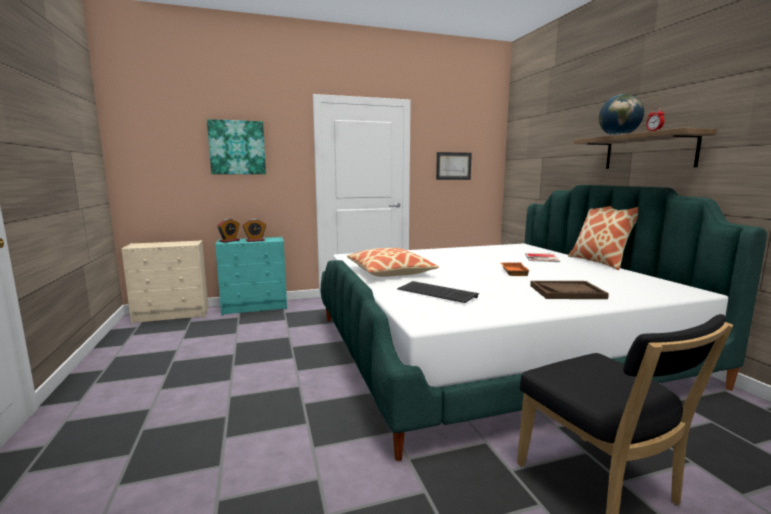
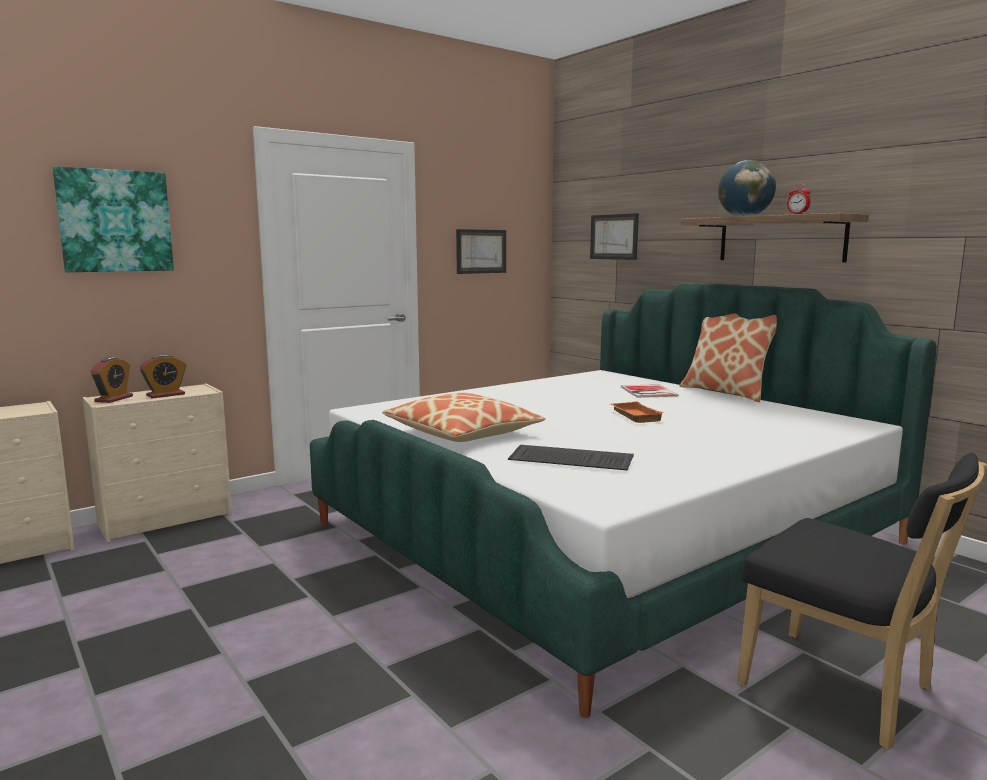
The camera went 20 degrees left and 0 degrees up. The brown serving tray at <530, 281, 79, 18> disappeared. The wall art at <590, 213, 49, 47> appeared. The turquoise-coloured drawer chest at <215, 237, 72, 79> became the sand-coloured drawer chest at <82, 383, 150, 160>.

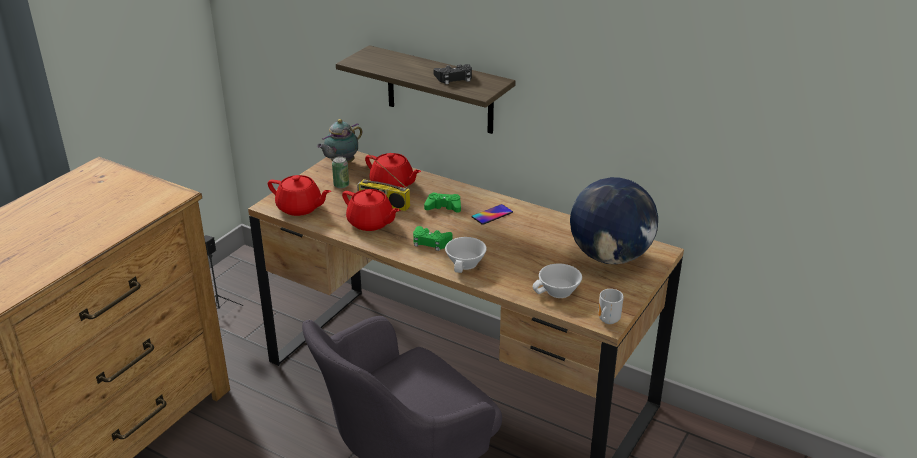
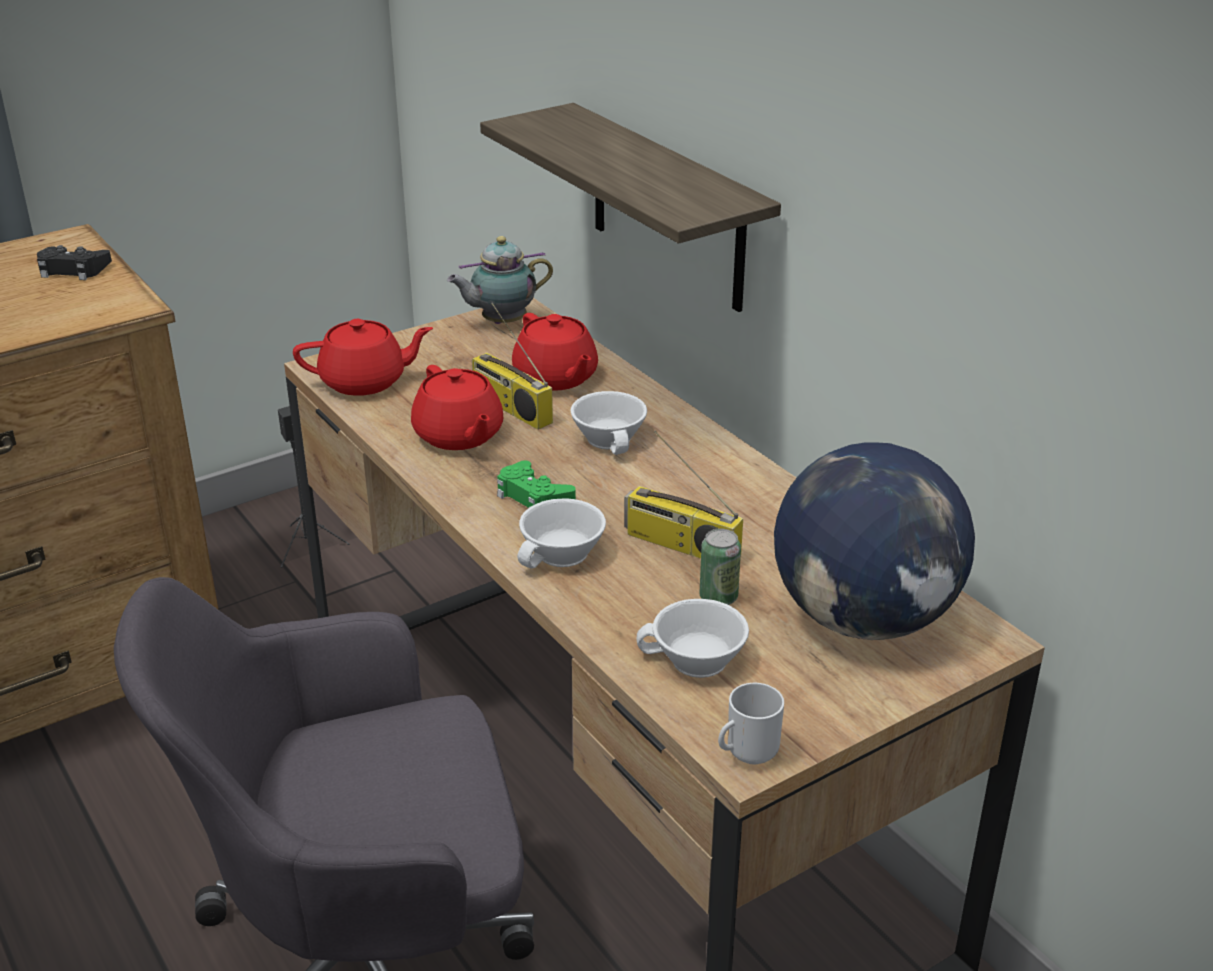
The camera went 25 degrees right and 0 degrees up. The phone at <472, 204, 41, 21> disappeared. The radio receiver at <624, 430, 119, 129> appeared. The metal can moved from <332, 156, 17, 33> to <699, 528, 42, 77>. The black gamepad moved from <434, 64, 38, 21> to <37, 245, 75, 35>. The green-coloured gamepad at <424, 193, 37, 20> was replaced by the white cup at <571, 391, 76, 64>. The red pot for tea at <268, 175, 63, 41> turned 60 degrees counterclockwise.

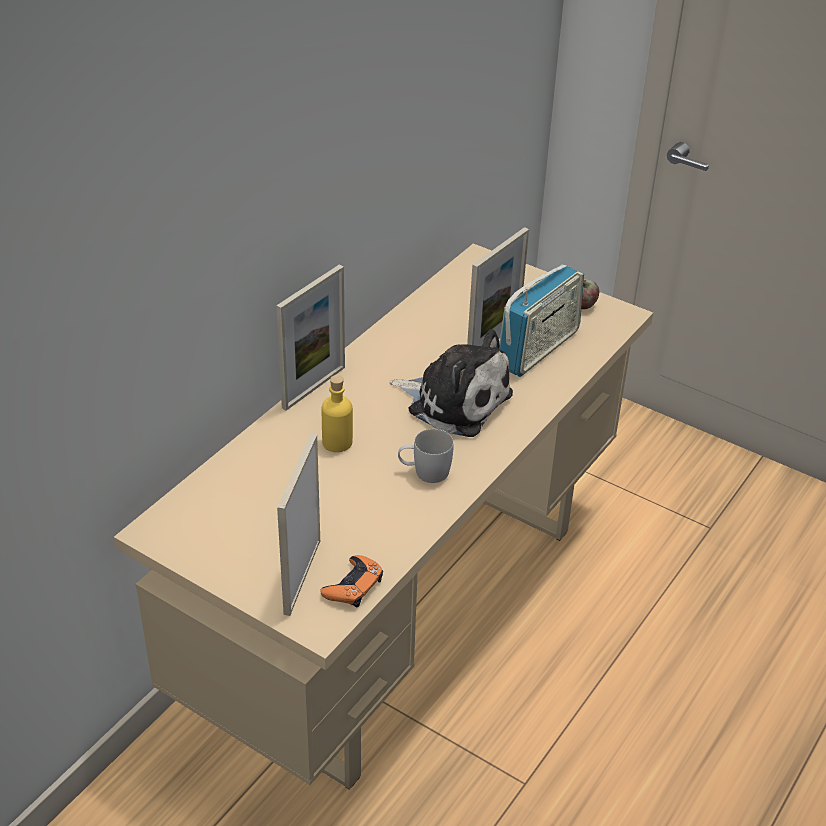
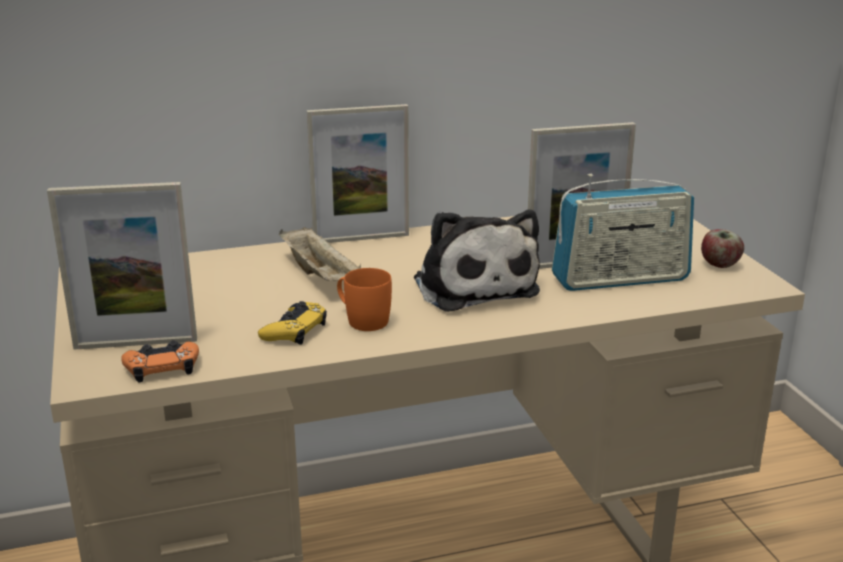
The camera went 40 degrees right and 15 degrees down. The yellowish gamepad at <258, 301, 69, 44> appeared. The yellowish bottle at <322, 375, 31, 77> was replaced by the sand-coloured serving tray at <279, 227, 82, 54>. The white tea mug at <398, 429, 56, 54> became the orange-coloured tea mug at <337, 268, 55, 63>. The picture frame at <277, 433, 43, 183> turned 150 degrees counterclockwise.

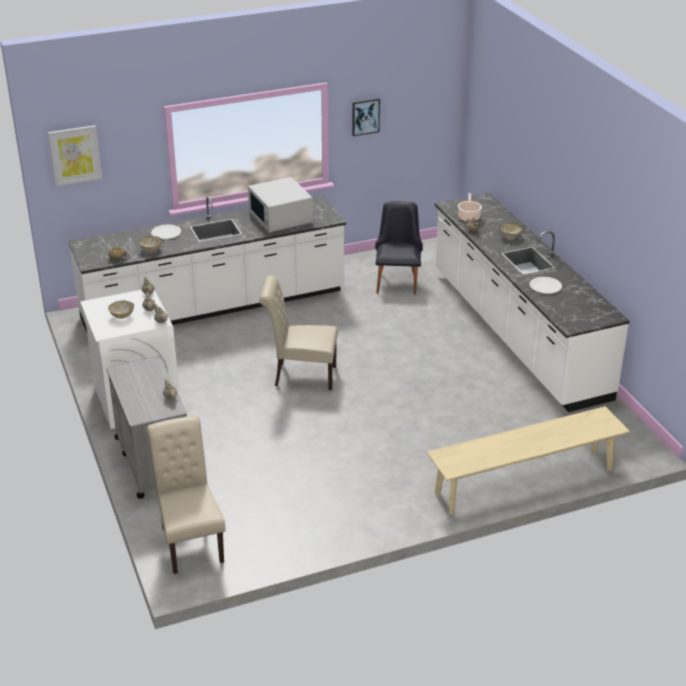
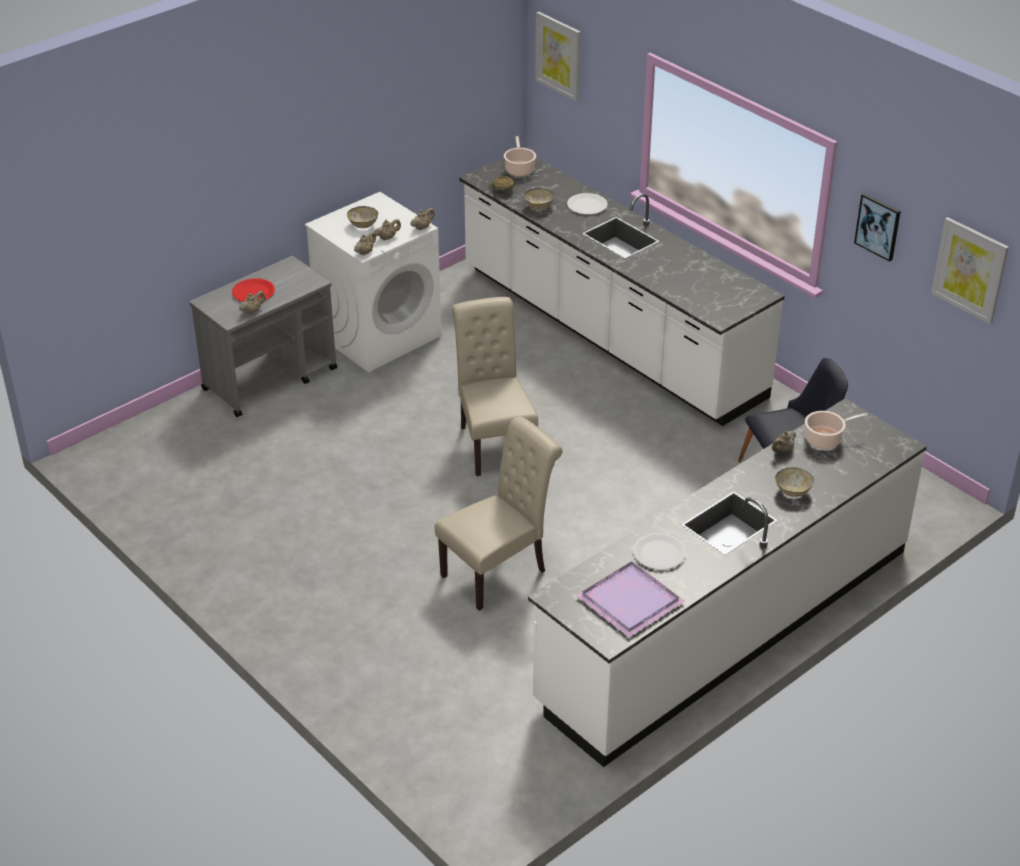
The camera went 70 degrees right and 5 degrees up. The white microwave oven at <248, 177, 65, 56> disappeared. The sand-coloured long seat at <427, 406, 203, 109> disappeared. The red plate at <232, 278, 43, 24> appeared. The saucepot at <504, 136, 32, 41> appeared. The purplish serving tray at <576, 561, 109, 76> appeared. The wall art at <931, 217, 78, 107> appeared. The sand-coloured plain chair moved from <147, 416, 79, 158> to <435, 416, 127, 195>.

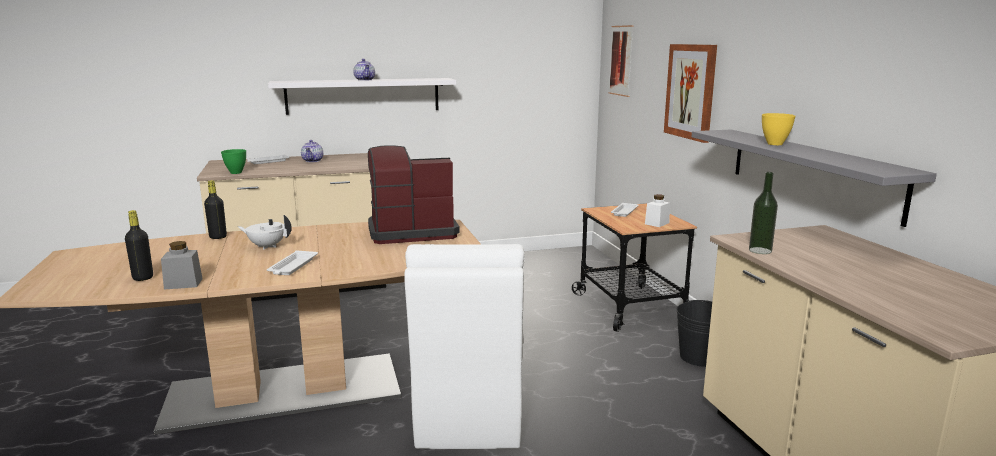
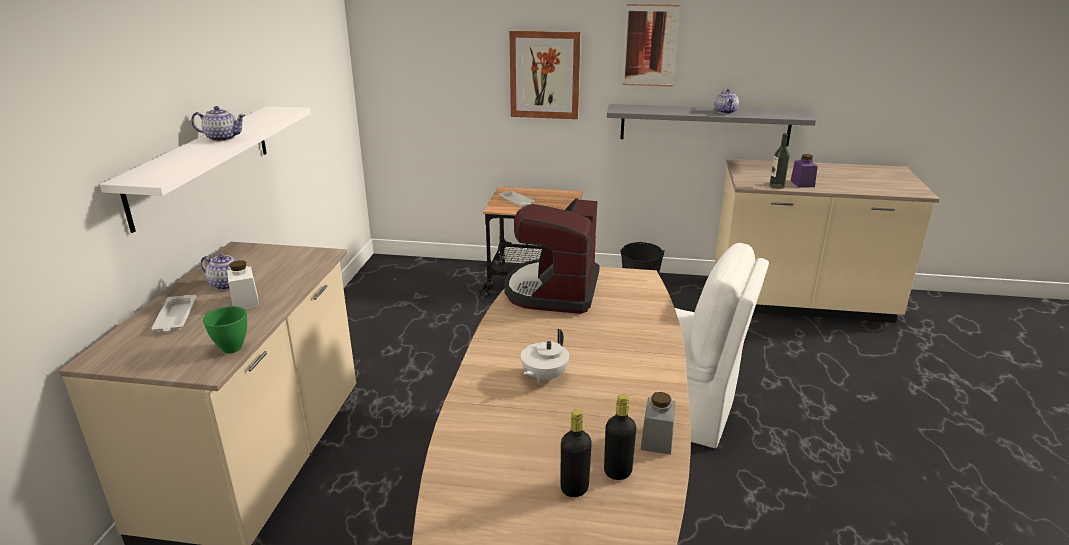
The camera went 65 degrees left and 10 degrees up. The white serving tray at <267, 250, 51, 25> disappeared. The yellowish serving bowl at <762, 113, 33, 32> disappeared. The pot for tea at <714, 89, 25, 25> appeared. The purplish storage jar at <791, 154, 27, 34> appeared. The black bottle moved from <204, 180, 23, 59> to <561, 409, 31, 88>. The wall art moved from <609, 25, 24, 72> to <622, 4, 58, 83>. The white storage jar moved from <645, 194, 25, 33> to <227, 260, 32, 49>.

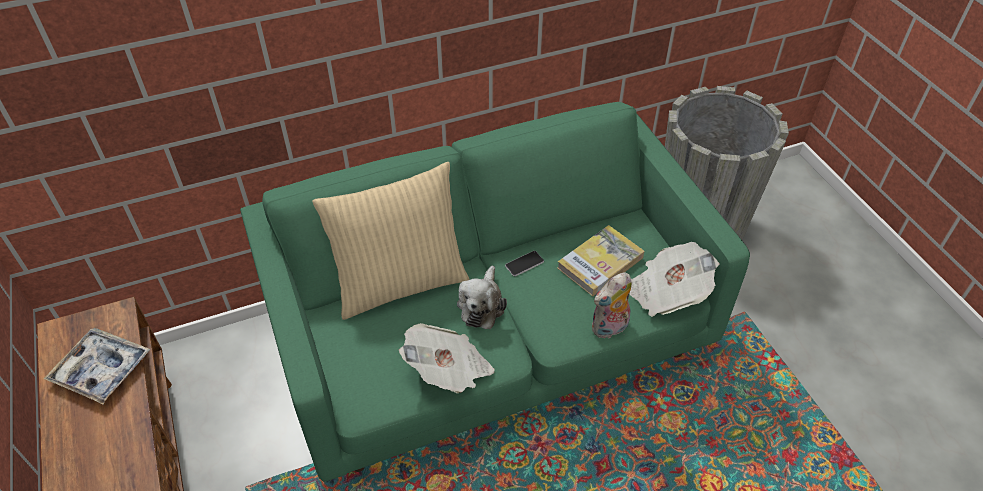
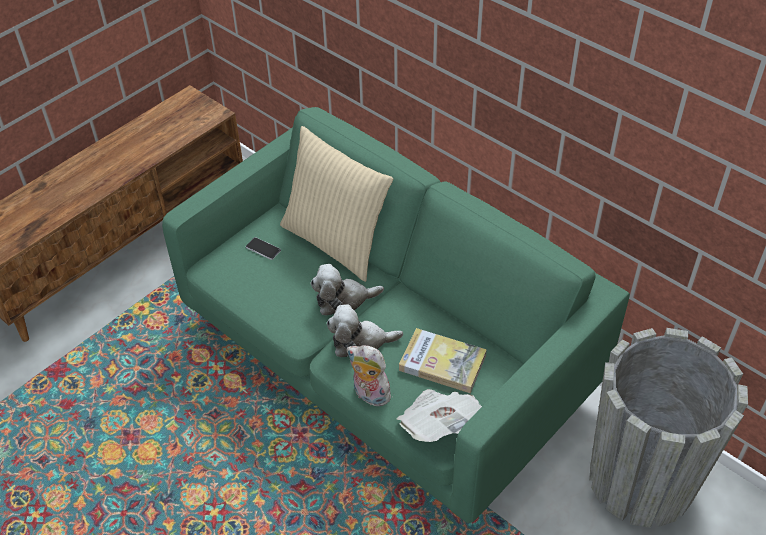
The camera went 65 degrees right and 0 degrees up. The serving tray at <44, 328, 106, 76> disappeared. The newspaper at <399, 323, 95, 70> disappeared. The soft toy at <327, 304, 76, 53> appeared. The phone moved from <505, 251, 39, 25> to <246, 237, 35, 23>.

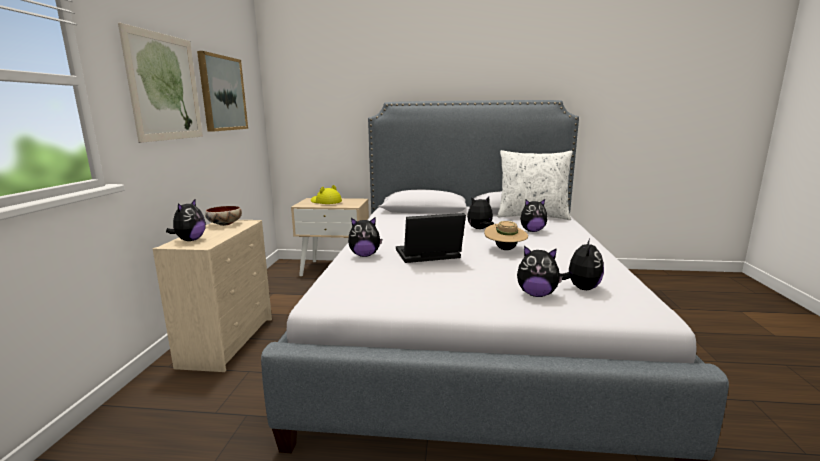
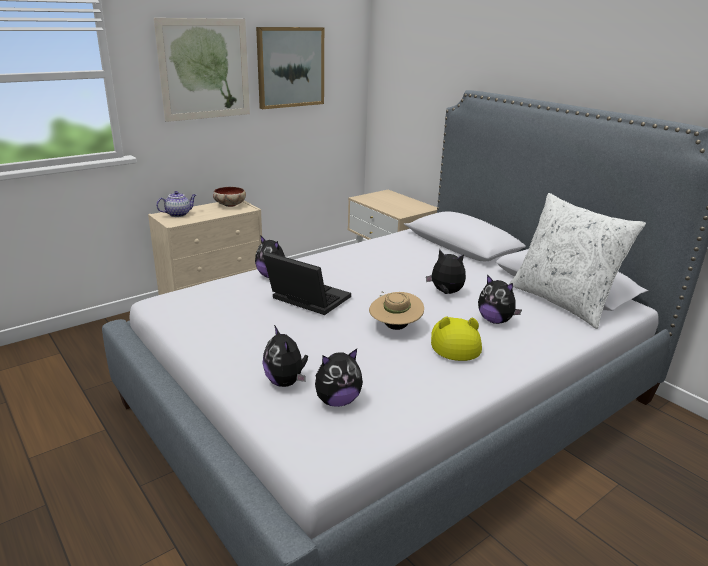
The camera went 45 degrees right and 10 degrees up. The yellowish clothing hat moved from <311, 185, 31, 19> to <431, 316, 51, 45>. The soft toy at <166, 198, 40, 43> was replaced by the pot for tea at <156, 191, 40, 26>.

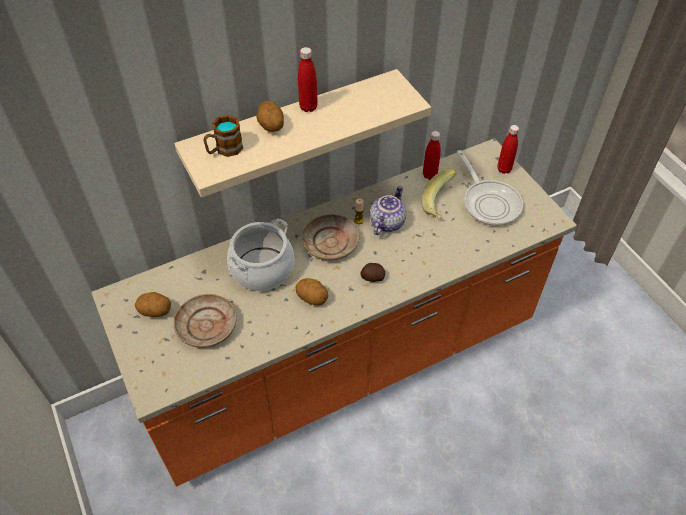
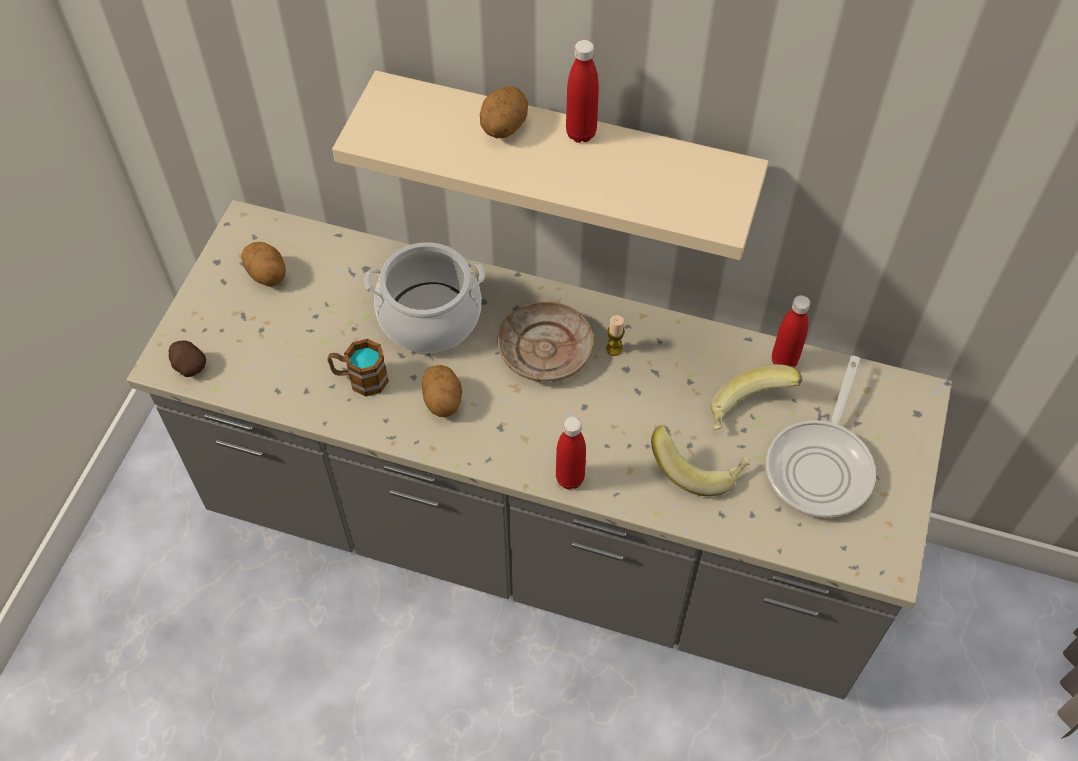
The camera went 45 degrees right and 5 degrees up. The sand-coloured plate at <173, 294, 64, 54> disappeared. The pot for tea at <370, 186, 36, 49> disappeared. The whole banana at <651, 426, 99, 70> appeared. The tea mug moved from <203, 115, 40, 42> to <327, 339, 62, 57>. The spud moved from <361, 263, 24, 19> to <169, 340, 37, 37>. The red bottle moved from <497, 125, 22, 49> to <556, 416, 30, 73>. The orange-coloured kitchen counter at <91, 138, 486, 349> became the greyish kitchen counter at <127, 200, 825, 499>.

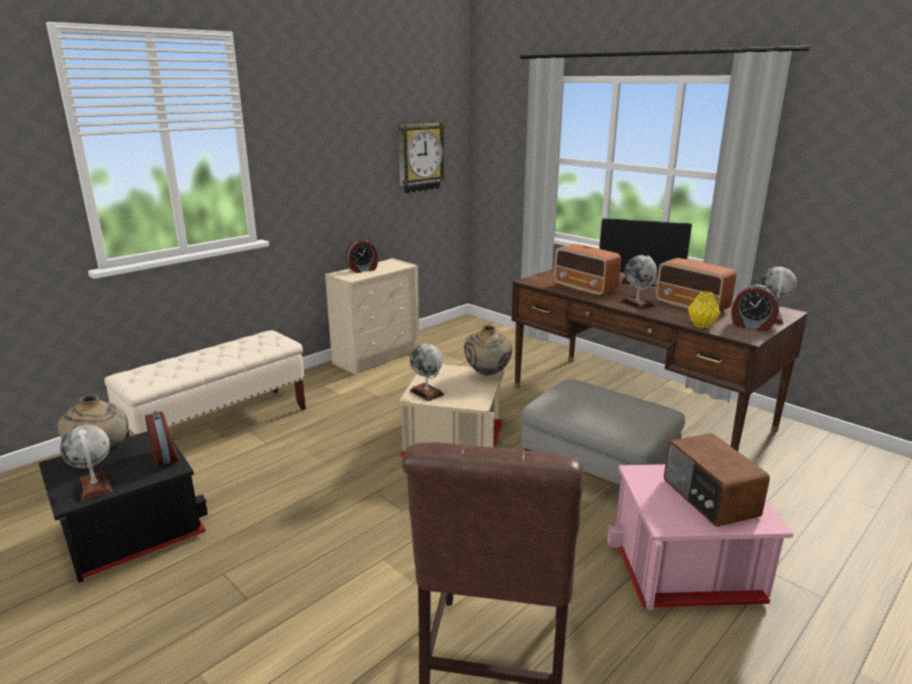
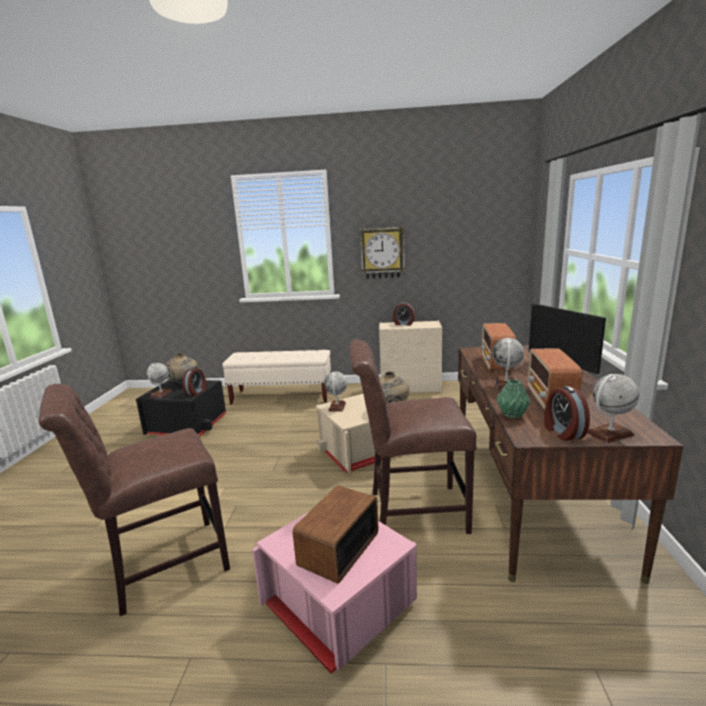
The camera went 50 degrees right and 5 degrees down. The clock on the wall moved from <398, 123, 48, 70> to <360, 227, 45, 52>. The greyish pouffe at <522, 379, 163, 108> was replaced by the brown plain chair at <349, 340, 127, 194>. The yellowish flower vase at <688, 291, 32, 37> became the green-coloured flower vase at <496, 380, 34, 39>.

